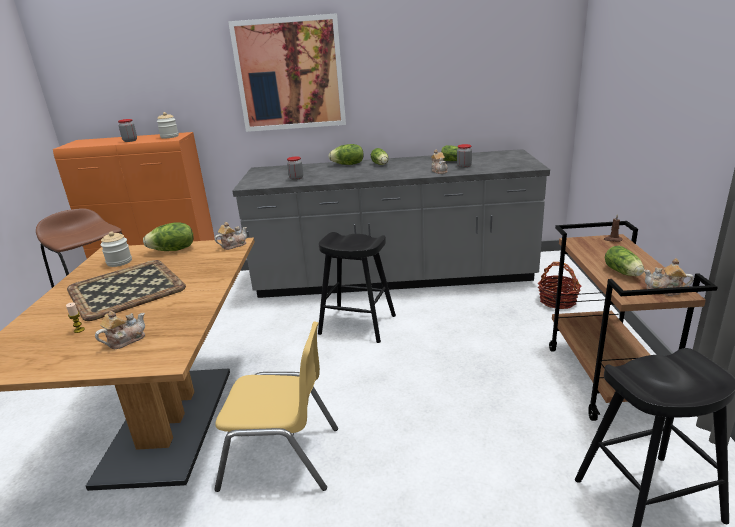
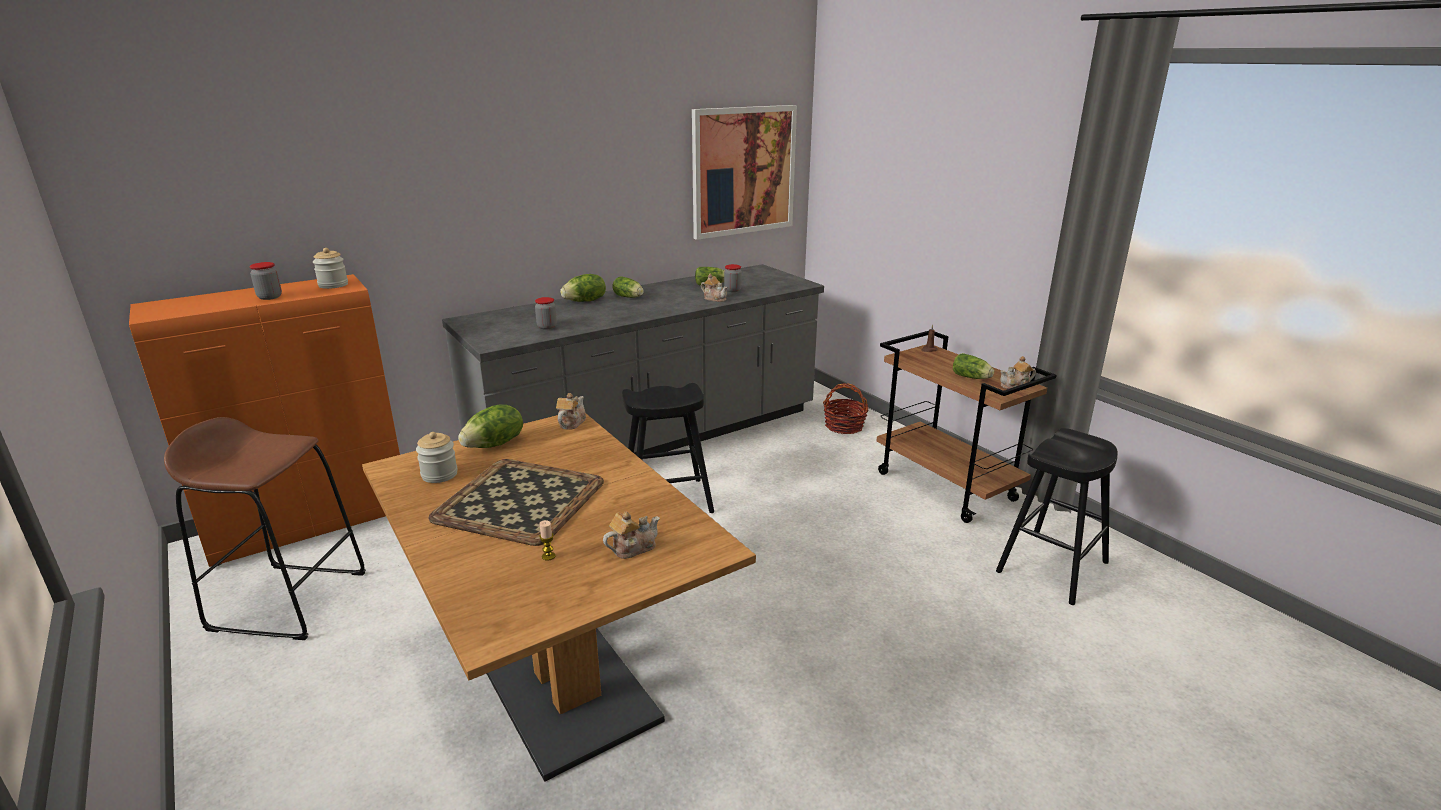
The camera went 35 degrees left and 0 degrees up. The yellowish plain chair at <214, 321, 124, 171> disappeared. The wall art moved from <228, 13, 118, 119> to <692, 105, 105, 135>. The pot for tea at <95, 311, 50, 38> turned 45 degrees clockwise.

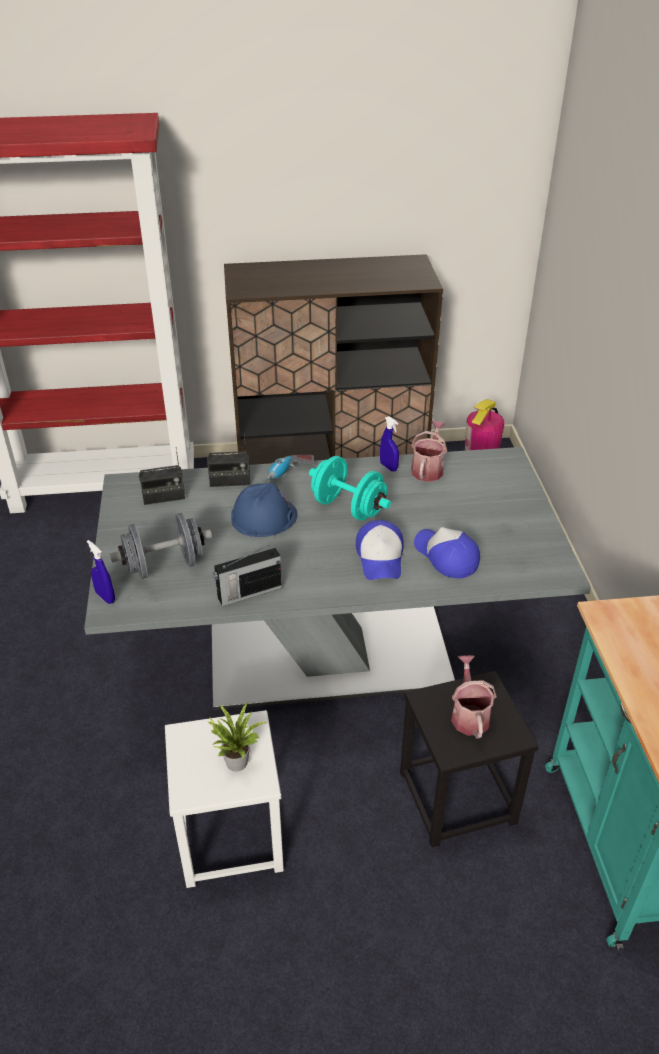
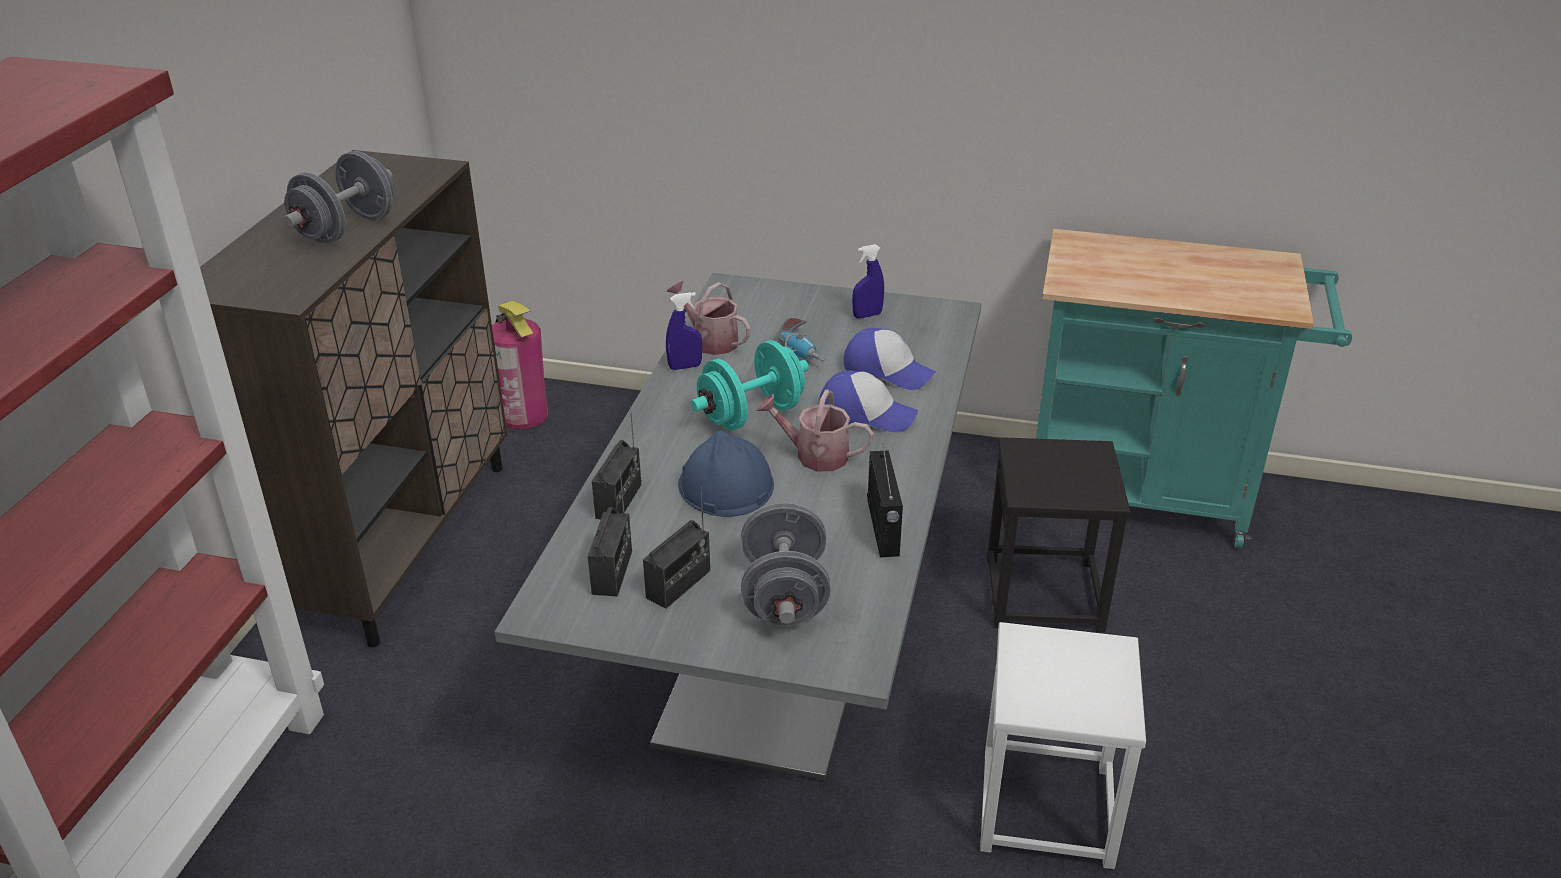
The camera went 70 degrees left and 5 degrees down. The plant in a pot at <207, 703, 60, 69> disappeared. The greyish dumbbell at <284, 151, 110, 93> appeared. The radio receiver at <643, 487, 67, 122> appeared. The bluish sprayer moved from <87, 540, 28, 64> to <852, 244, 32, 75>. The power drill moved from <263, 455, 51, 28> to <778, 318, 47, 44>. The sprinkling can moved from <451, 655, 46, 84> to <757, 389, 117, 82>. The baseball cap at <414, 527, 66, 51> turned 135 degrees counterclockwise.

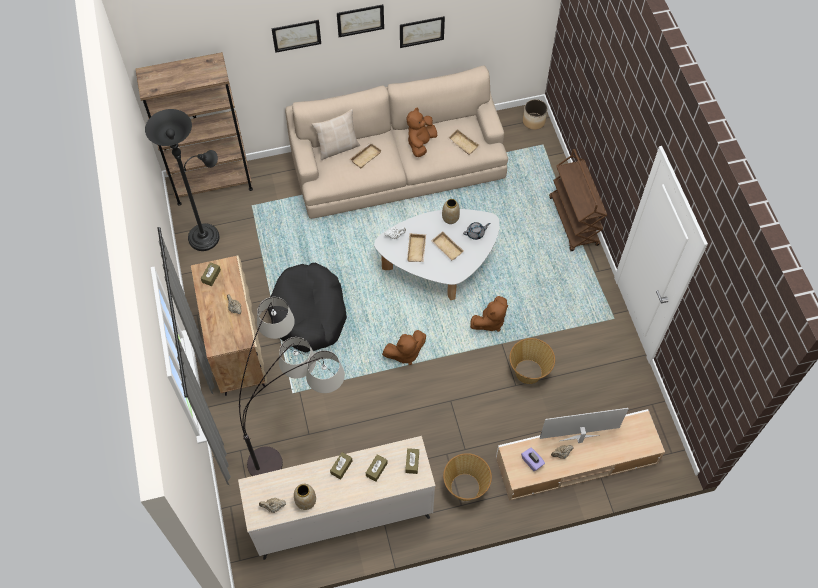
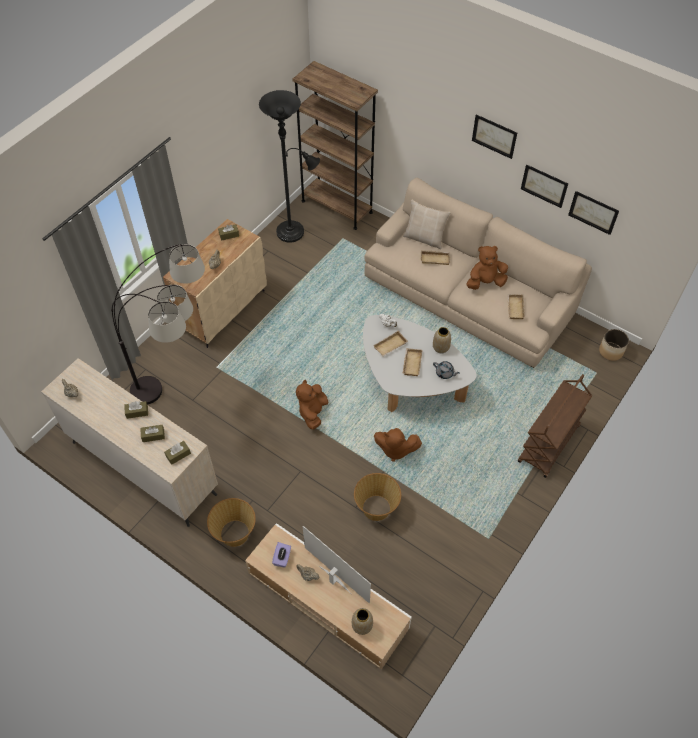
The camera went 50 degrees right and 5 degrees down. The black dog bed at <268, 263, 79, 89> disappeared. The wall art moved from <271, 20, 50, 33> to <568, 191, 51, 44>. The flower vase moved from <294, 484, 22, 26> to <352, 608, 21, 27>. The brown soft toy at <382, 330, 44, 35> turned 75 degrees clockwise.

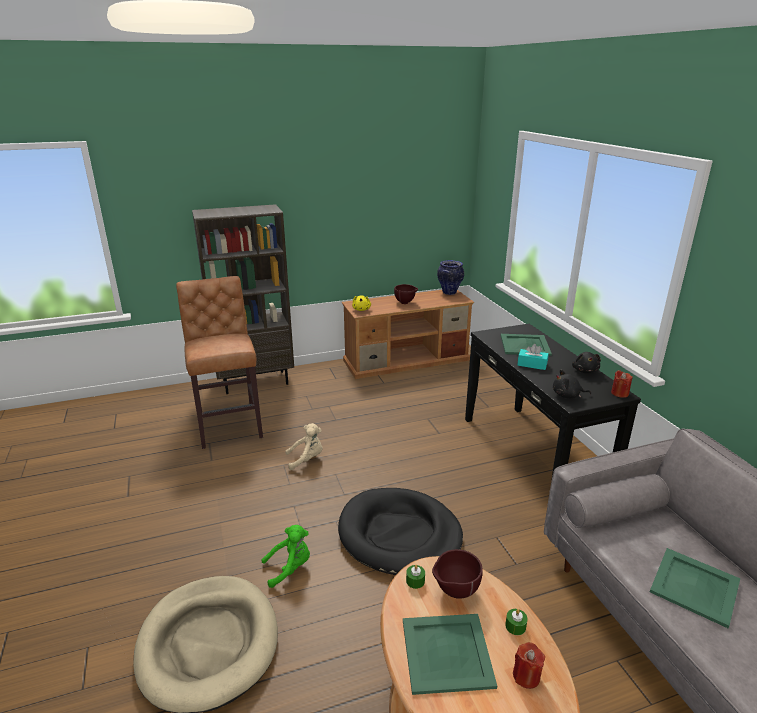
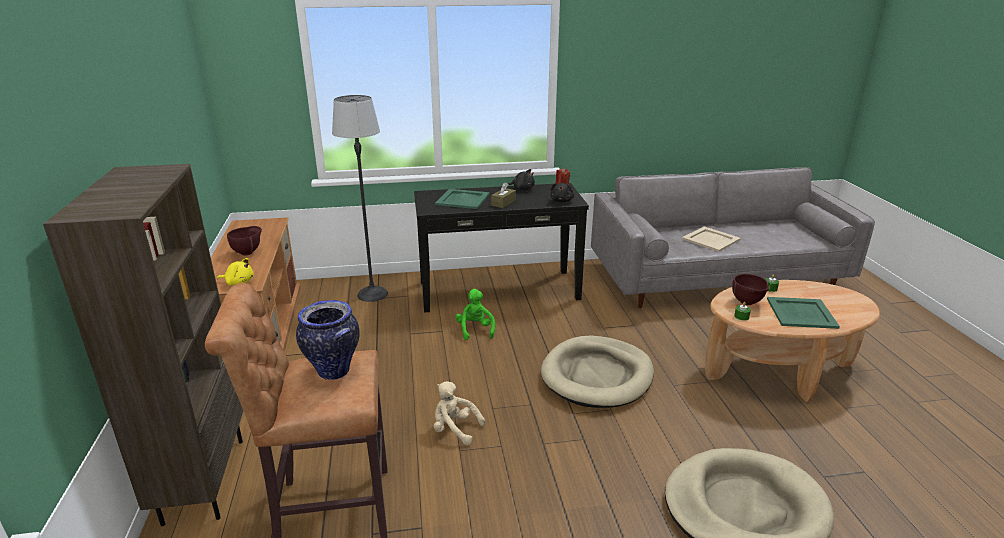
The camera went 80 degrees left and 0 degrees up. The red wax light at <513, 642, 32, 47> disappeared. The floor lamp at <332, 95, 56, 207> appeared. The green-coloured soft toy moved from <261, 525, 49, 63> to <455, 289, 40, 51>. The flower vase moved from <437, 260, 27, 35> to <296, 300, 64, 80>. The black dog bed at <338, 488, 125, 87> became the sand-coloured dog bed at <541, 335, 113, 73>. The turquoise-coloured box of tissues at <517, 344, 32, 26> became the brown box of tissues at <491, 182, 25, 26>. The green-coloured serving tray at <650, 548, 90, 80> became the sand-coloured serving tray at <682, 226, 59, 26>. The sand-coloured soft toy at <285, 423, 37, 47> turned 60 degrees counterclockwise.

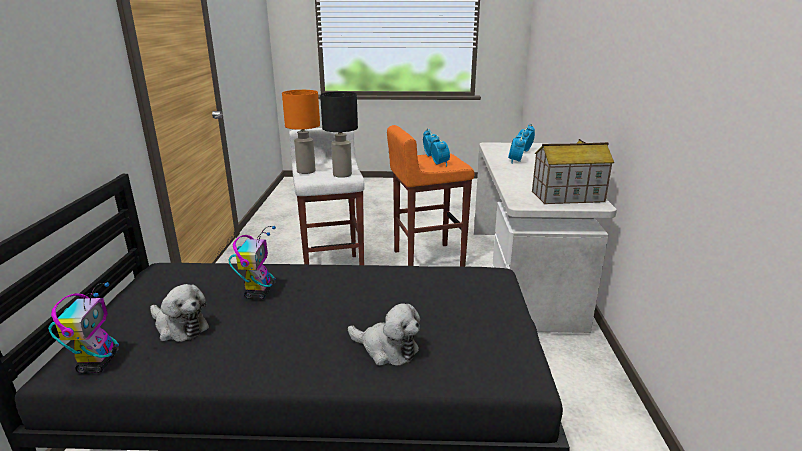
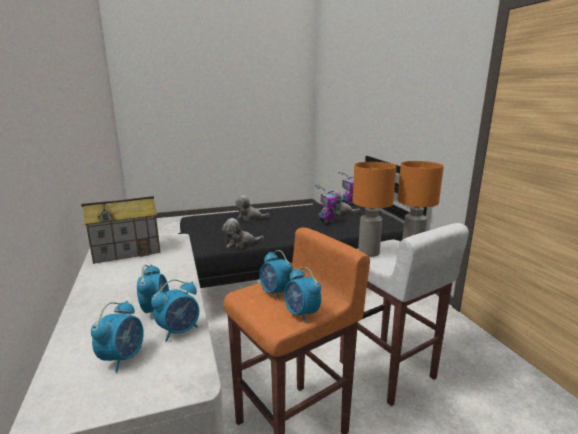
The camera went 160 degrees right and 5 degrees down. The alarm clock at <151, 279, 48, 63> appeared. The soft toy at <222, 218, 42, 30> appeared. The black table lamp at <320, 91, 38, 87> became the orange-coloured table lamp at <352, 162, 44, 95>.

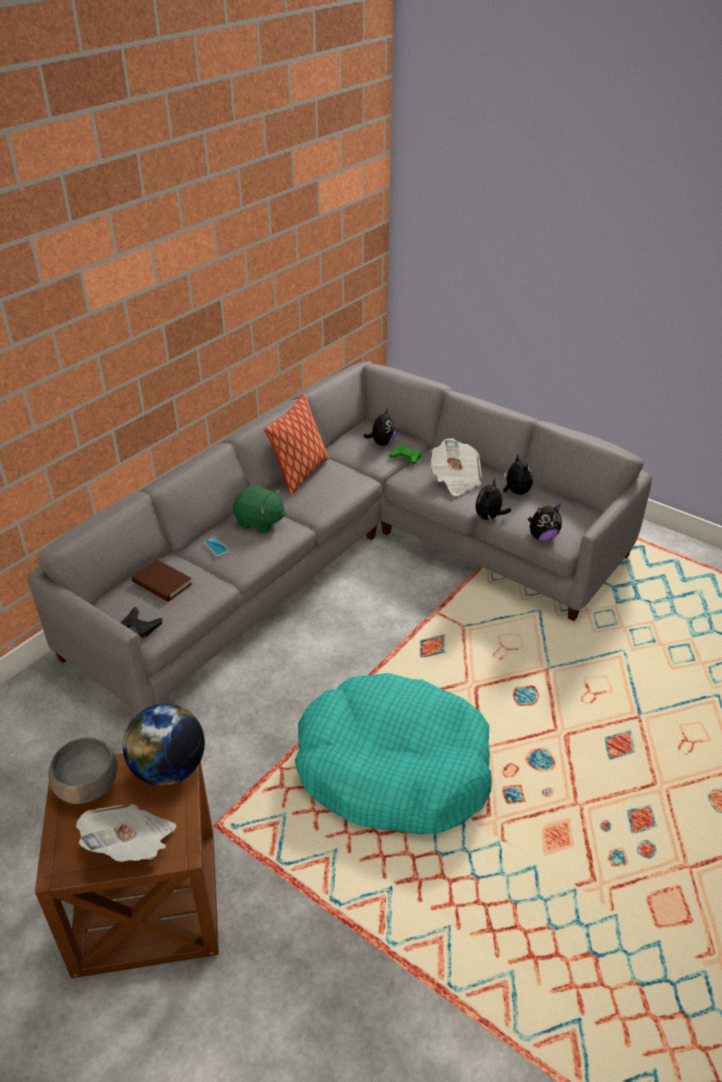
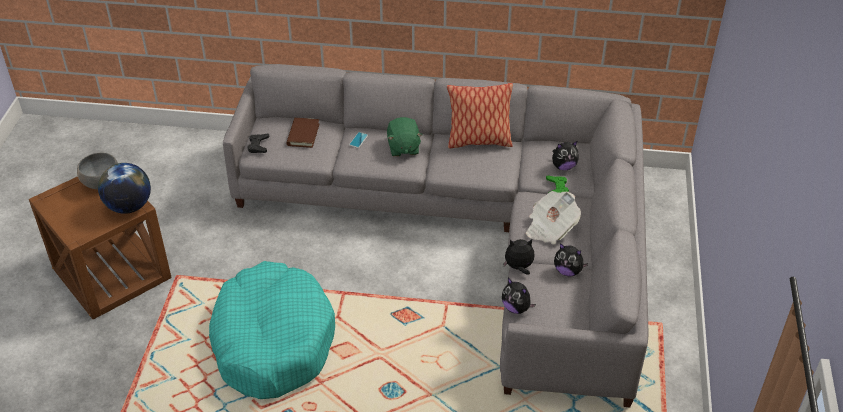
The camera went 60 degrees right and 5 degrees up. The newspaper at <76, 804, 101, 58> disappeared. The soft toy at <503, 455, 30, 39> turned 75 degrees clockwise.

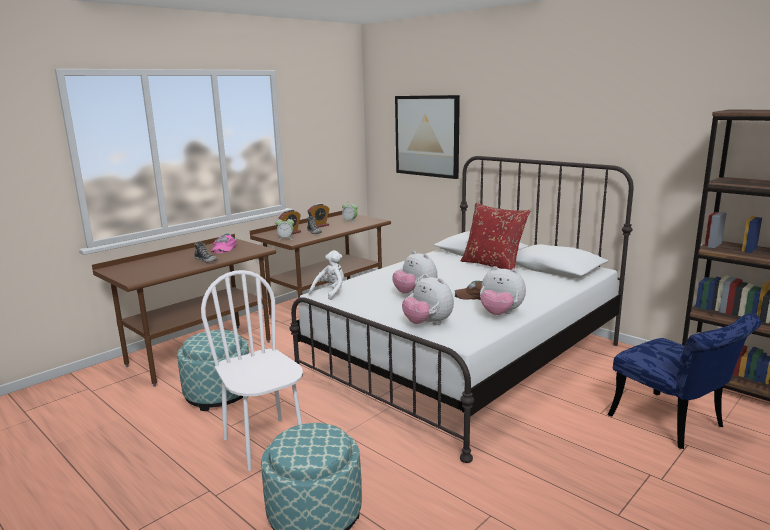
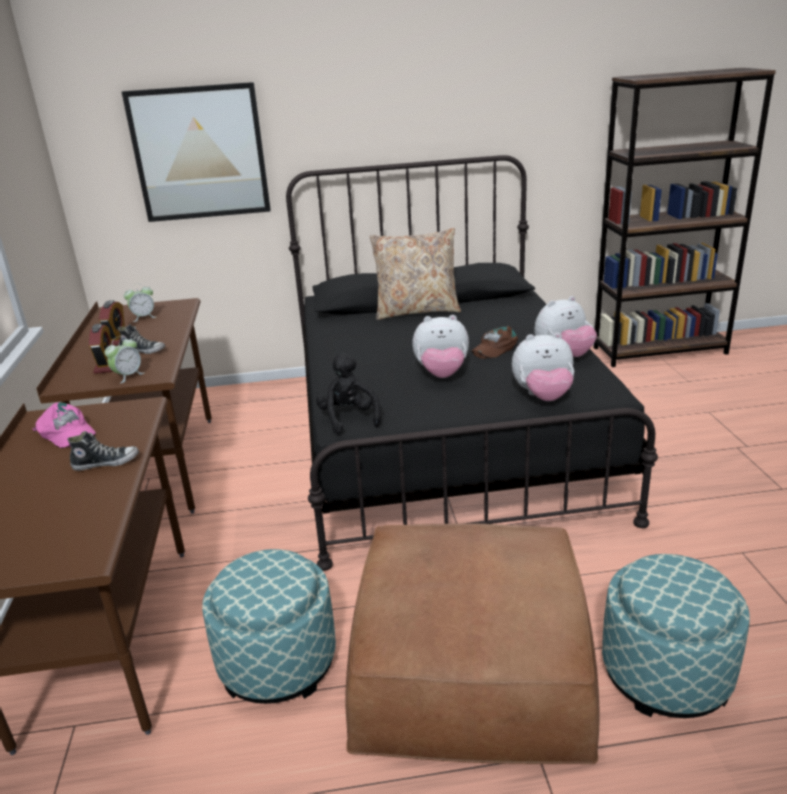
The camera went 50 degrees left and 10 degrees up. The bluish plain chair at <608, 313, 153, 136> disappeared. The white plain chair at <201, 270, 102, 201> was replaced by the brown pouffe at <345, 523, 255, 241>. The white bedroom bed at <289, 156, 345, 307> became the black bedroom bed at <286, 155, 372, 416>. The white soft toy at <309, 250, 35, 50> became the black soft toy at <316, 353, 65, 81>. The red pillow at <461, 203, 69, 67> became the sand-coloured pillow at <370, 228, 91, 92>.

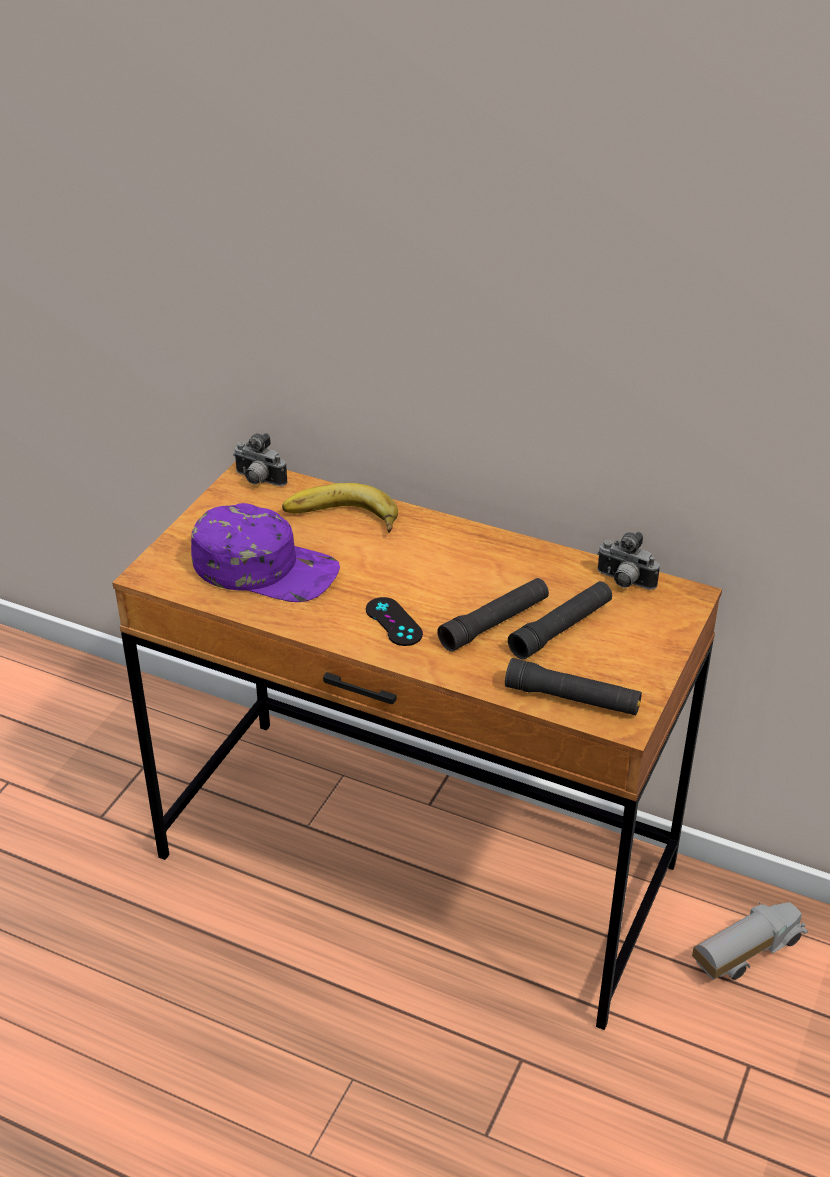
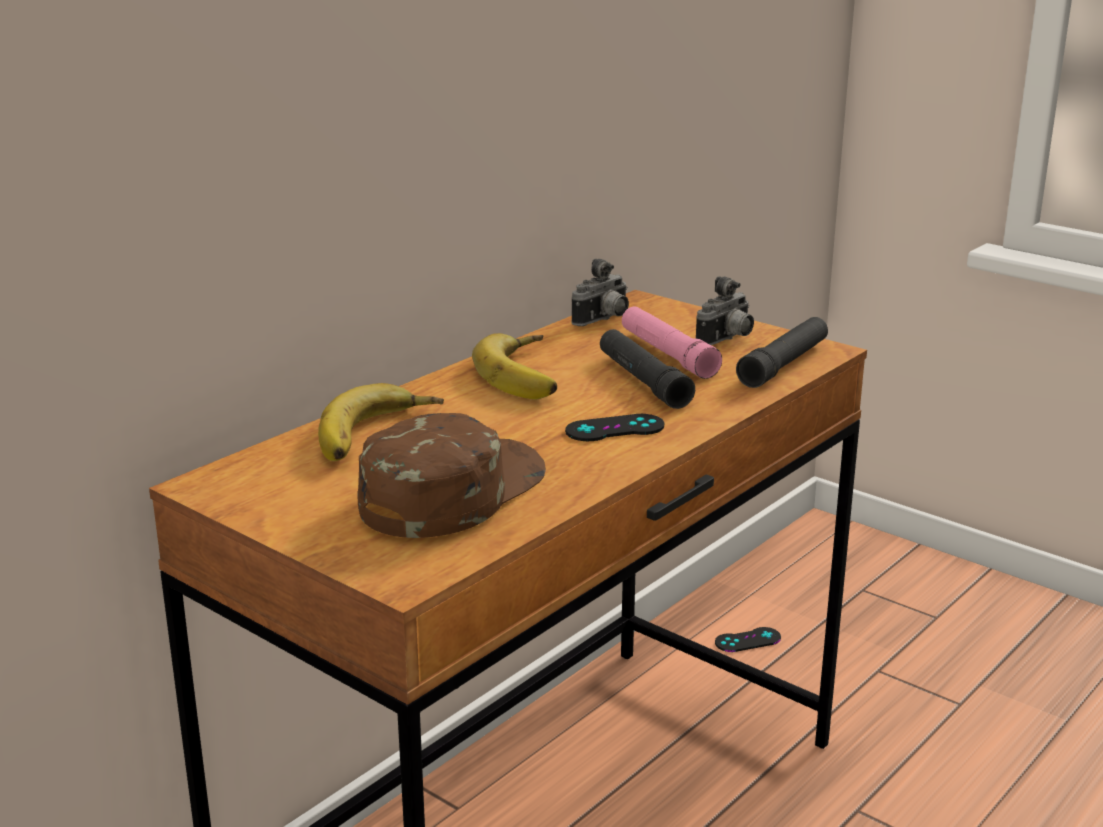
The camera went 75 degrees left and 15 degrees down. The whole banana at <472, 333, 85, 67> appeared. The still camera moved from <233, 433, 54, 53> to <696, 276, 58, 70>. The toy lorry at <692, 902, 116, 78> was replaced by the black gamepad at <715, 627, 66, 25>. The purplish baseball cap at <191, 503, 149, 99> became the brown baseball cap at <357, 413, 189, 125>. The black torch at <508, 581, 104, 78> became the pink torch at <622, 307, 100, 72>.

